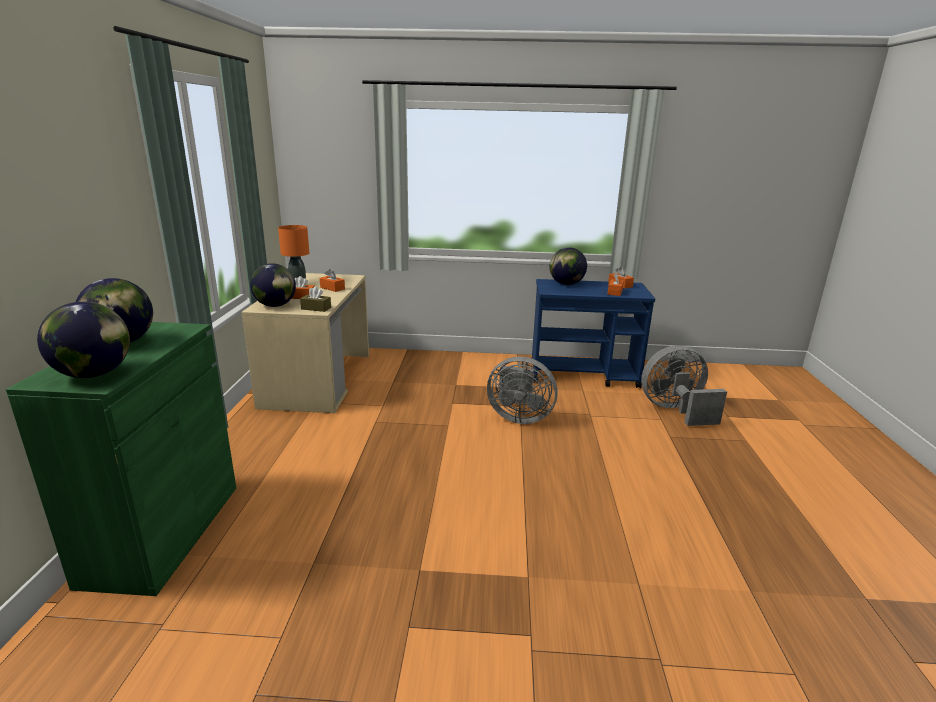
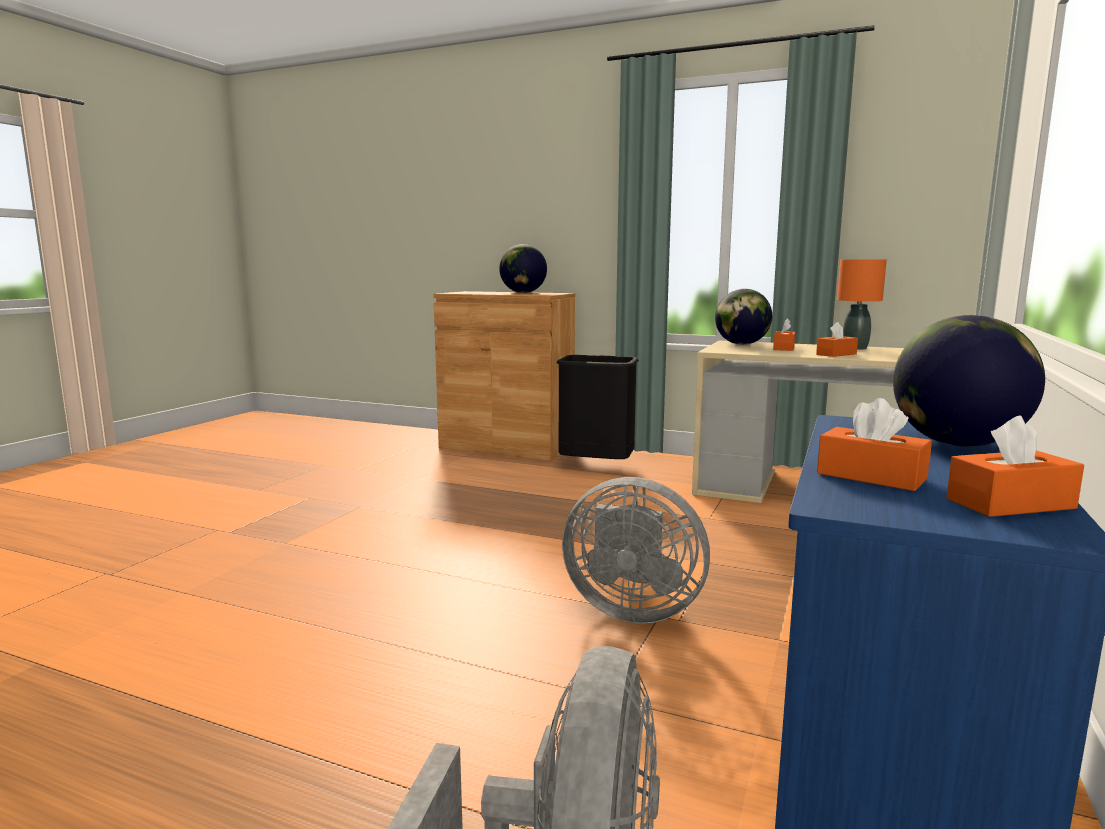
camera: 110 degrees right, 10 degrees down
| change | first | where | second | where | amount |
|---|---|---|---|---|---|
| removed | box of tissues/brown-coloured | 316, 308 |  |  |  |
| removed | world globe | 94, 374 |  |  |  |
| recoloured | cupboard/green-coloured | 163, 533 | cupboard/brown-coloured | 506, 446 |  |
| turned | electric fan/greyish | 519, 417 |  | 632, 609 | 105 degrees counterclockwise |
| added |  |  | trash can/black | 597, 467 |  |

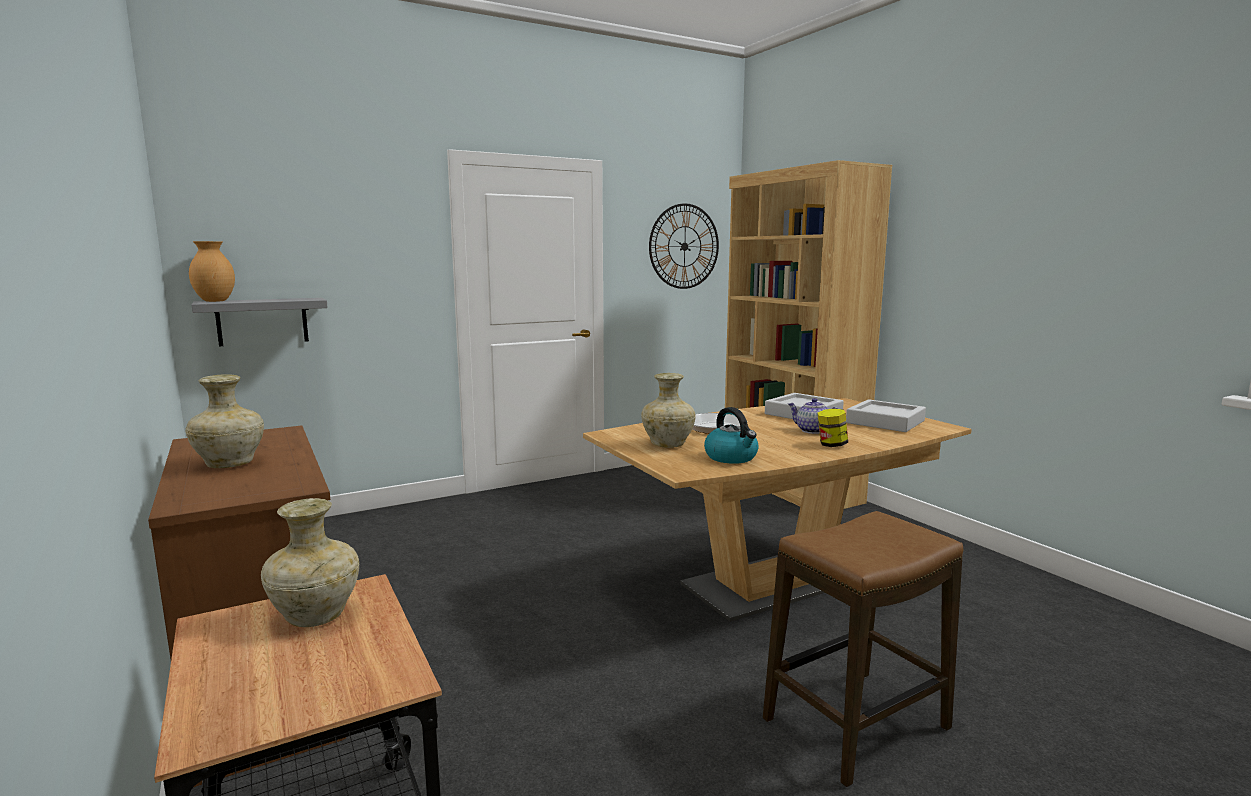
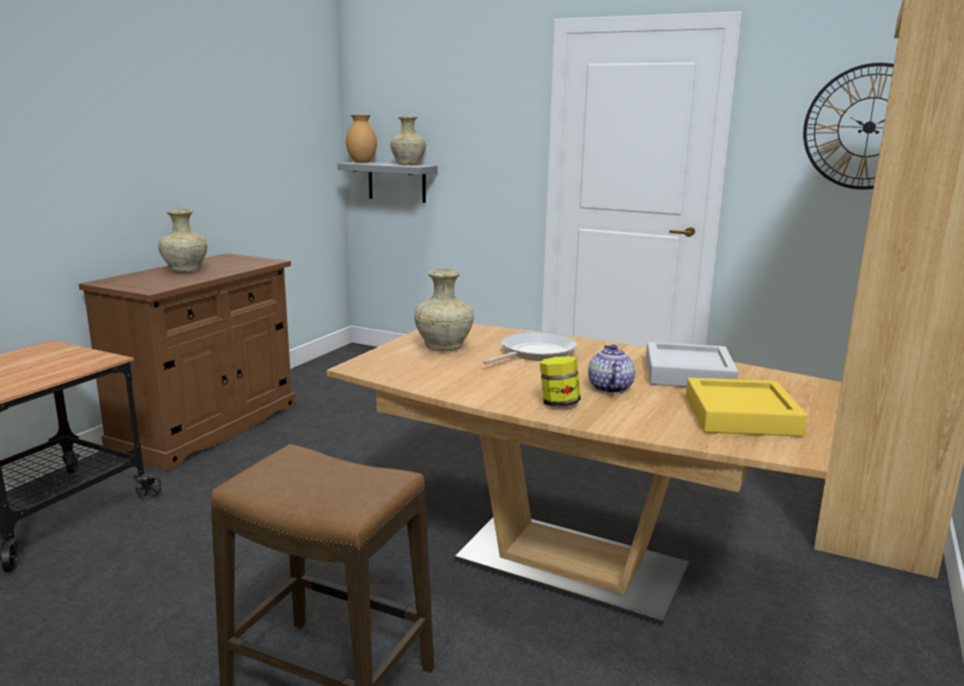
camera: 55 degrees right, 5 degrees up
| change | first | where | second | where | amount |
|---|---|---|---|---|---|
| recoloured | serving tray/greyish | 885, 422 | serving tray/yellow | 741, 416 |  |
| removed | tea kettle | 732, 457 |  |  |  |
| moved | vase/beige | 315, 617 |  | 407, 165 |  |

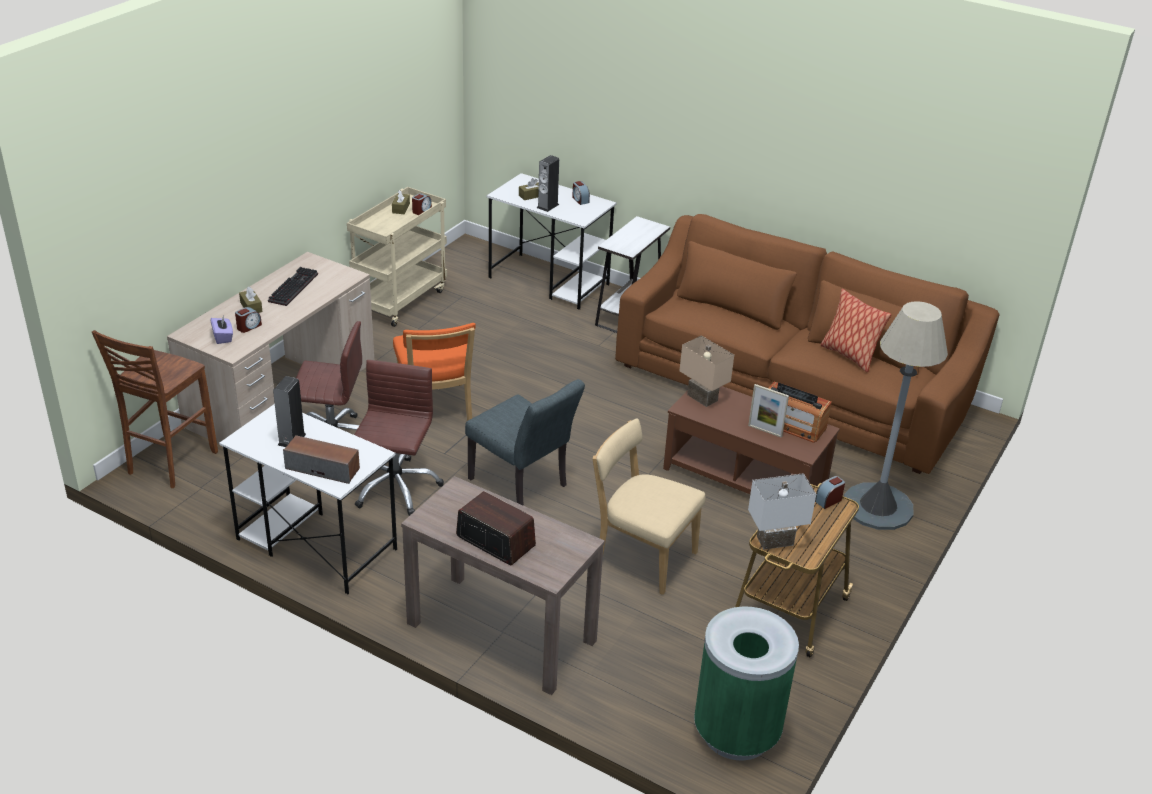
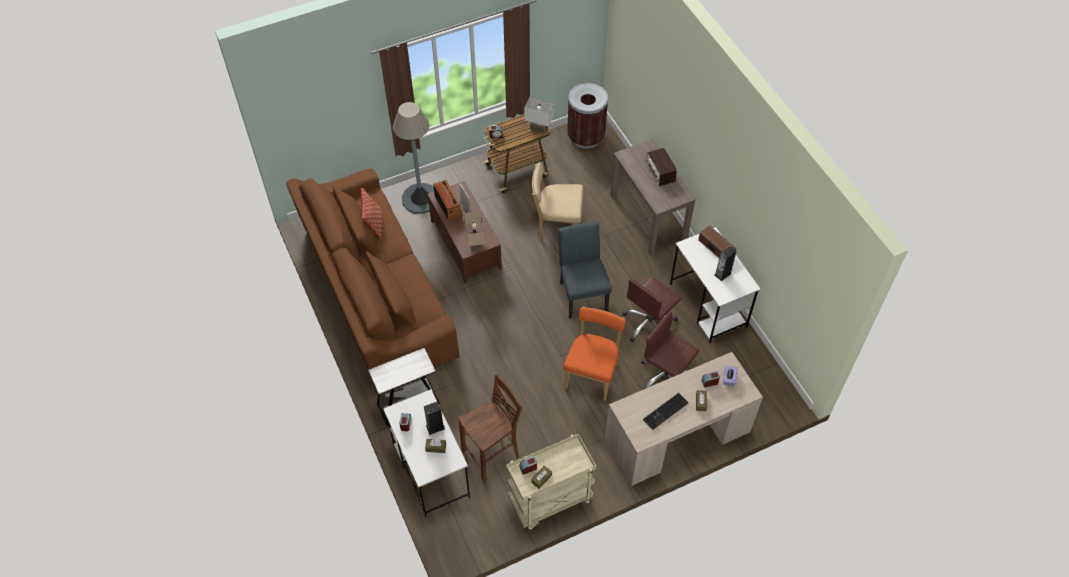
camera: 145 degrees left, 20 degrees up
| change | first | where | second | where | amount |
|---|---|---|---|---|---|
| moved | stool seat/brown-coloured | 169, 463 |  | 492, 455 |  |
| turned | plain chair/beige | 642, 557 |  | 557, 225 | 120 degrees clockwise |
| recoloured | trash can/green-coloured | 736, 732 | trash can/brown-coloured | 586, 137 |  |

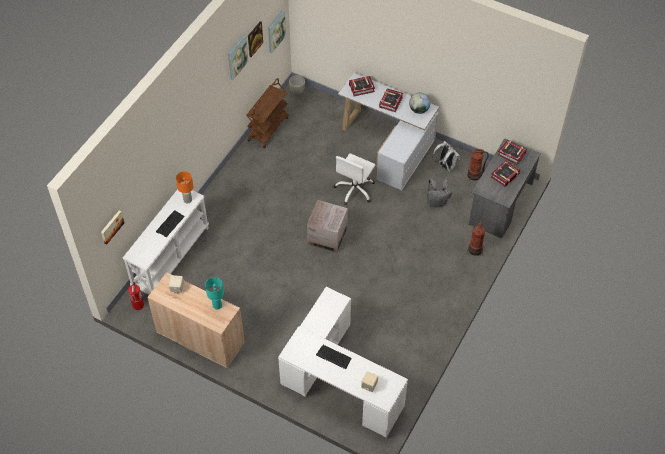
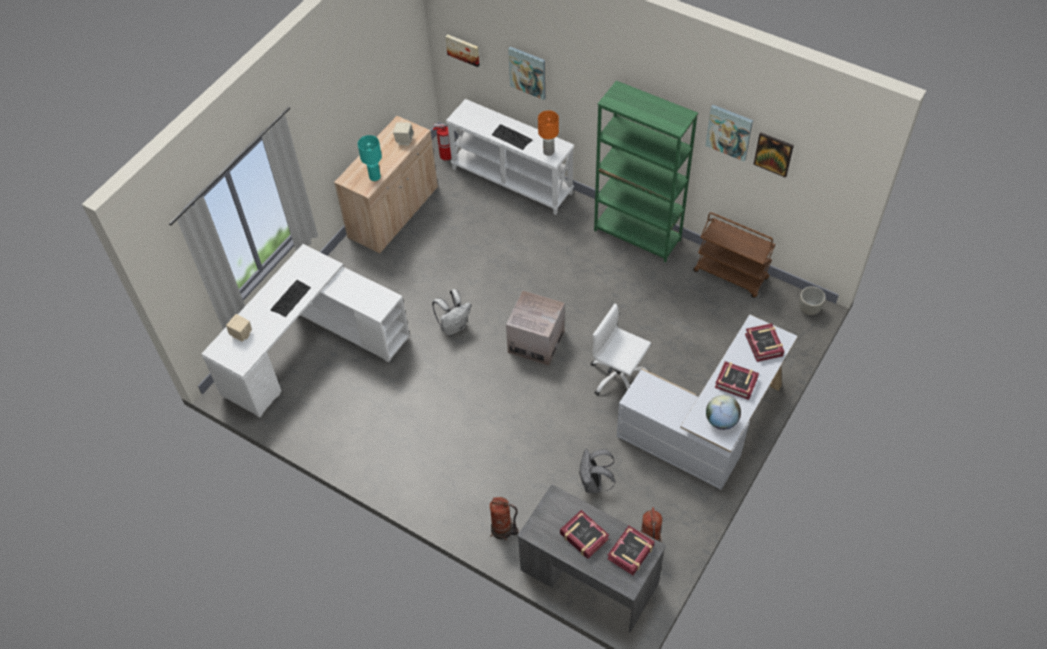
camera: 95 degrees right, 0 degrees up
| change | first | where | second | where | amount |
|---|---|---|---|---|---|
| moved | wall art | 276, 31 |  | 528, 72 |  |
| moved | backpack/whitish | 445, 166 |  | 453, 326 |  |
| added |  |  | shelving unit/green-coloured | 637, 235 |  |

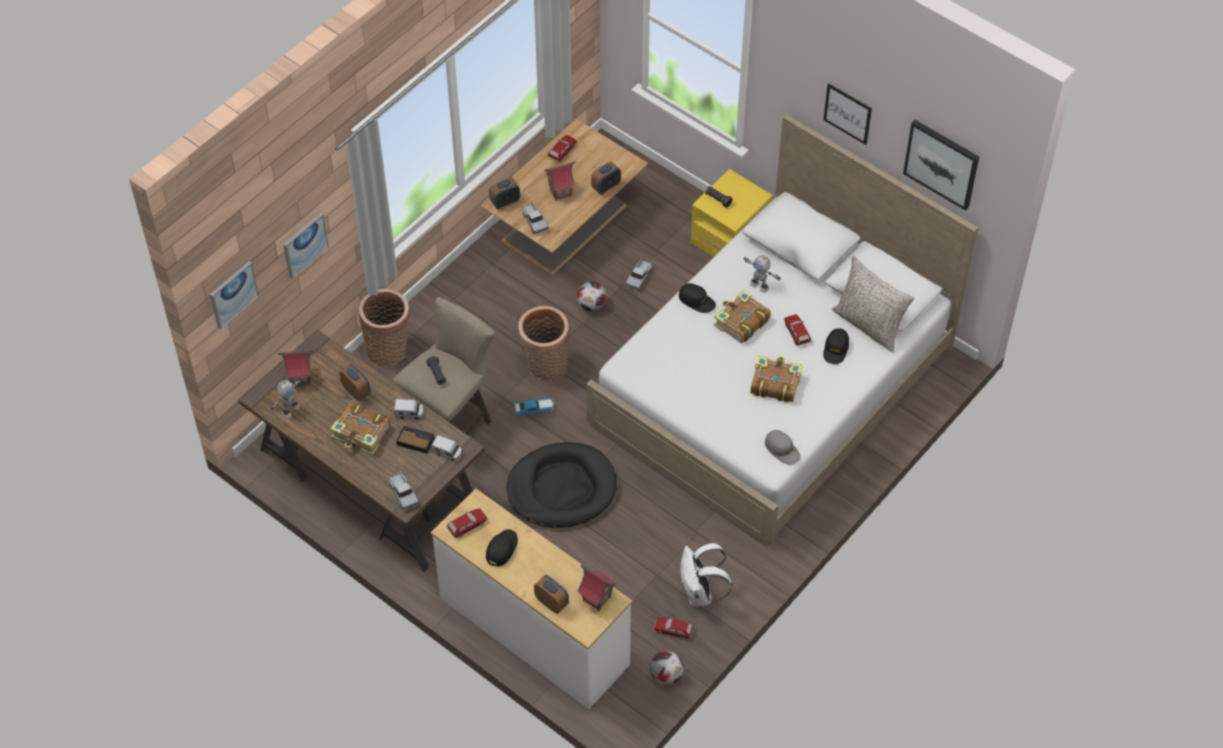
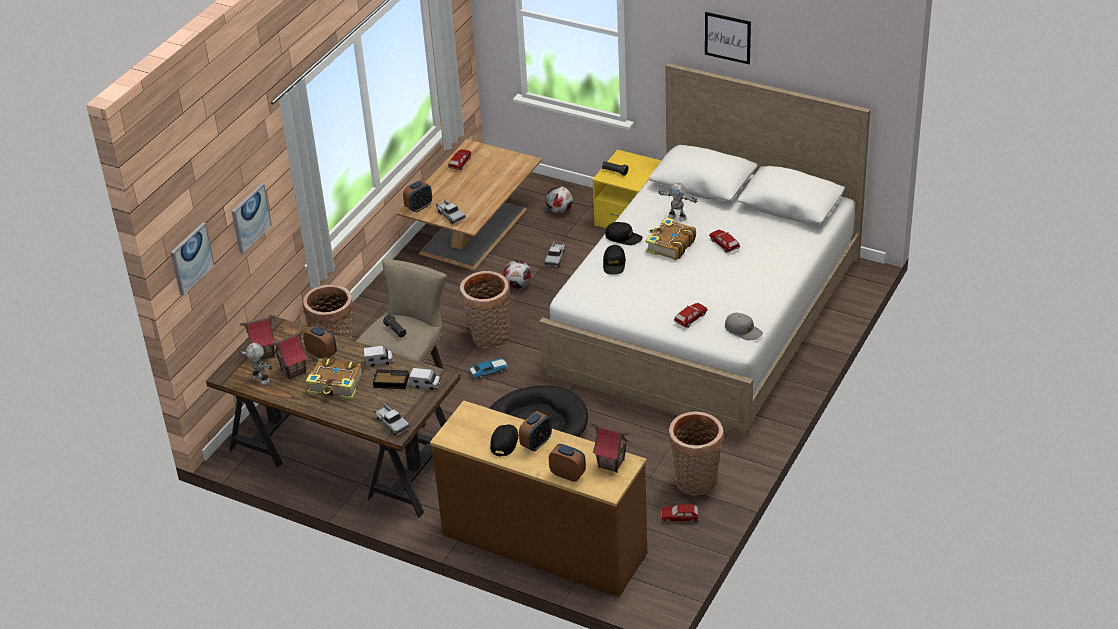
camera: 10 degrees left, 15 degrees down
| change | first | where | second | where | amount |
|---|---|---|---|---|---|
| removed | wall art | 942, 163 |  |  |  |
| moved | miniature house | 560, 192 |  | 294, 371 |  |
| moved | alarm clock | 606, 187 |  | 536, 443 |  |
| removed | cushion/greyish | 869, 324 |  |  |  |
| moved | peaked cap/black | 836, 349 |  | 614, 264 |  |
| removed | book | 774, 383 |  |  |  |
| turned | model robot | 290, 410 |  | 260, 379 | 75 degrees counterclockwise |
| recoloured | drawer chest/whitish | 533, 632 | drawer chest/brown-coloured | 543, 545 |  |
| moved | miniature car | 467, 525 |  | 690, 318 |  |
| replaced | backpack/whitish | 700, 593 | household basket | 696, 483 |  |
| moved | football ball | 666, 675 |  | 559, 210 |  |

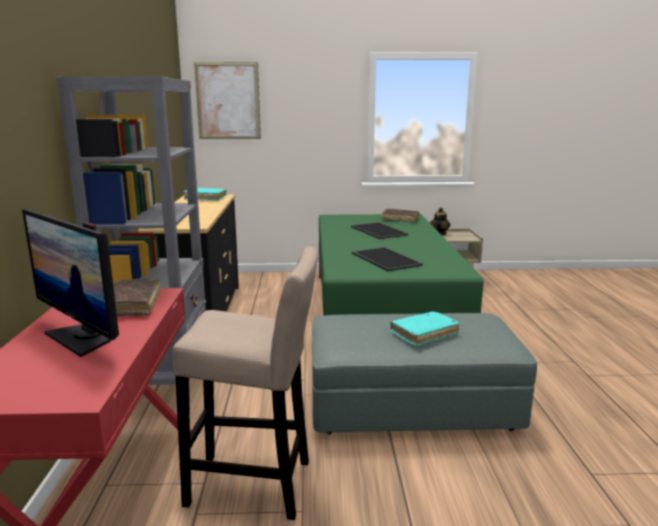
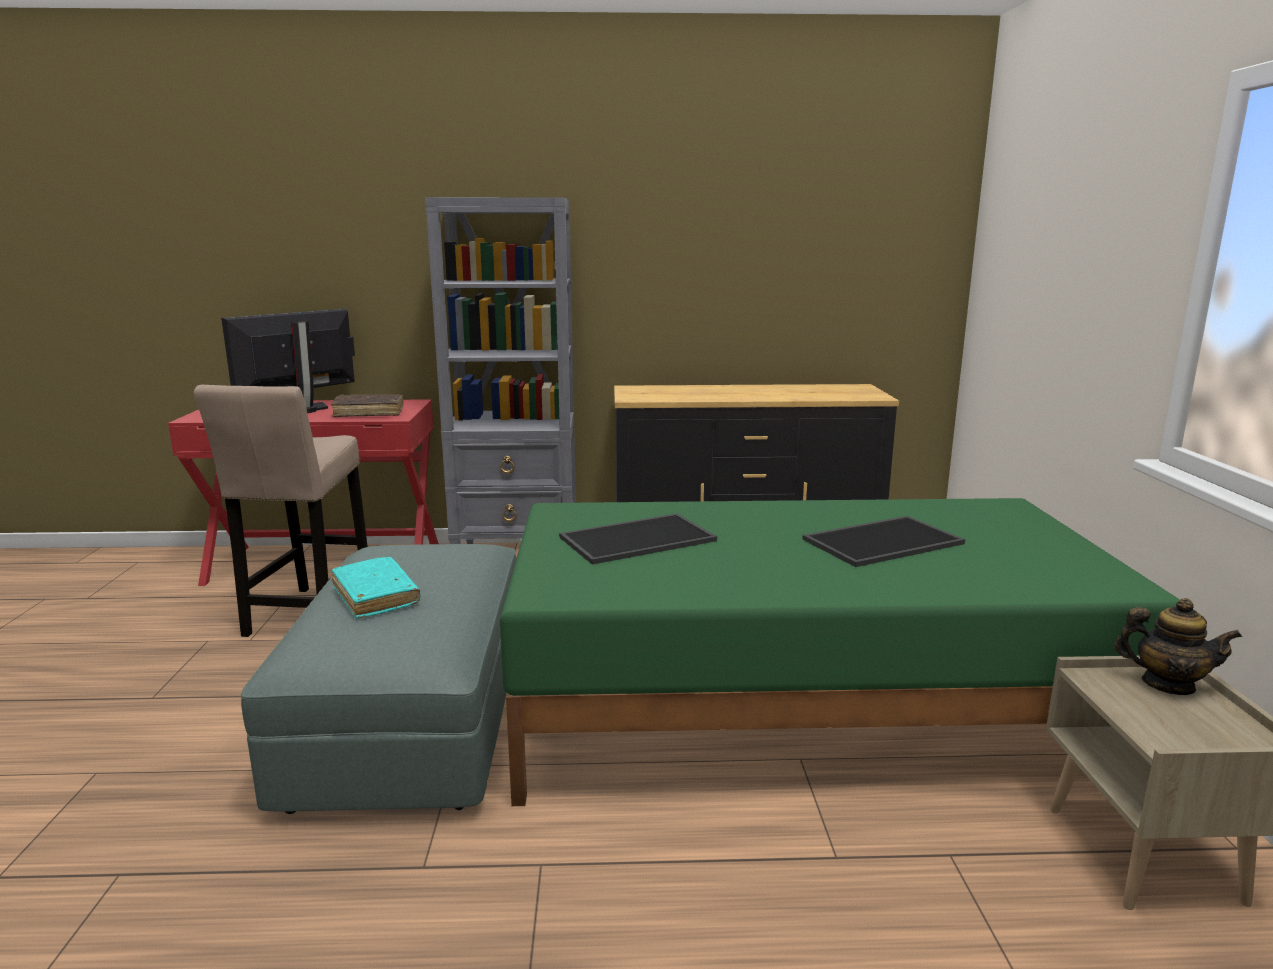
camera: 90 degrees right, 0 degrees up
| change | first | where | second | where | amount |
|---|---|---|---|---|---|
| removed | wall art | 228, 101 |  |  |  |
| removed | book/turquoise-coloured | 205, 198 |  |  |  |
| removed | book/brown-coloured | 400, 219 |  |  |  |

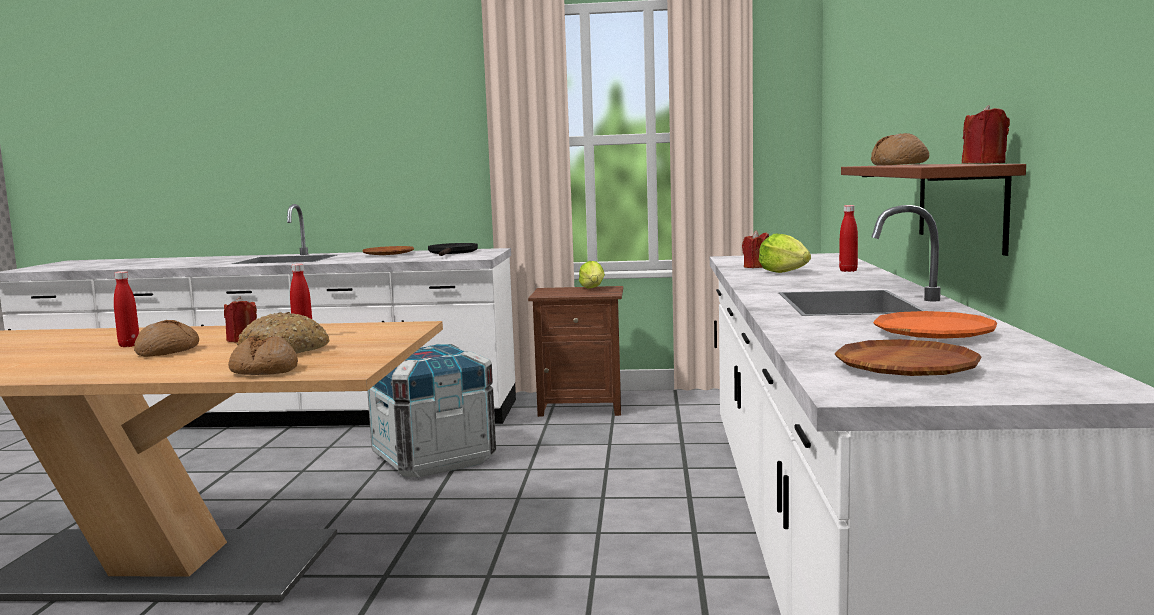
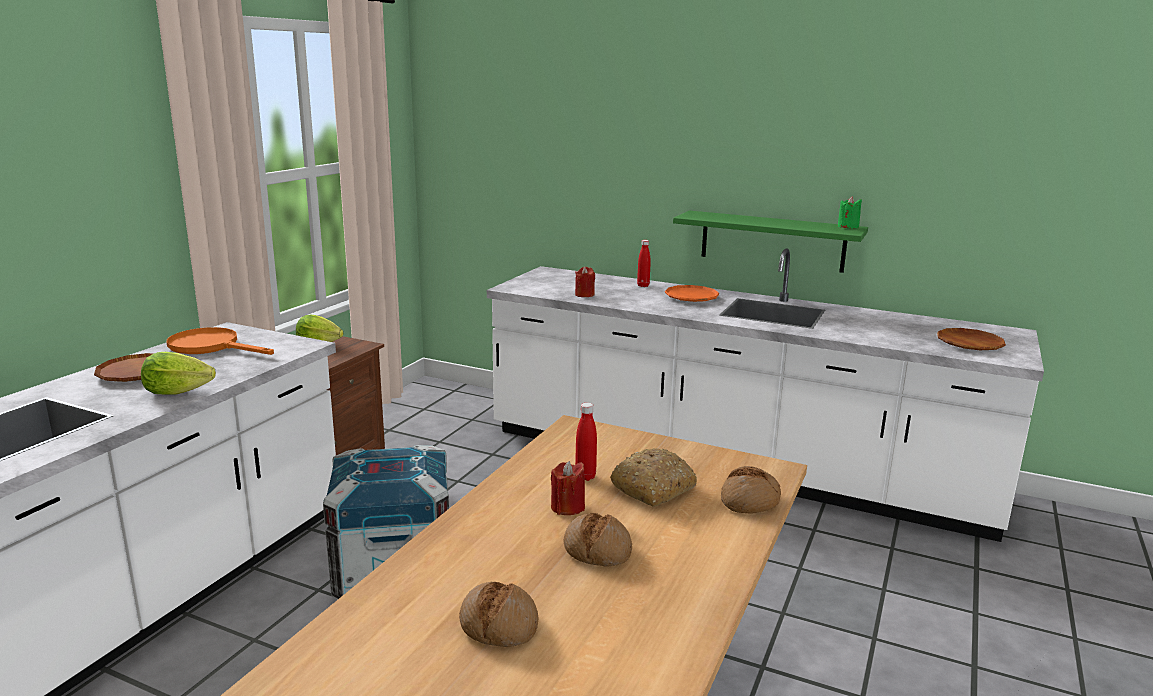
camera: 70 degrees left, 10 degrees up
| change | first | where | second | where | amount |
|---|---|---|---|---|---|
| recoloured | wax light/red-coloured | 984, 164 | wax light/green-coloured | 848, 227 |  |
| moved | bread | 899, 164 |  | 499, 624 |  |
| recoloured | bracket shelf/brown-coloured | 960, 204 | bracket shelf/green-coloured | 772, 241 |  |
| moved | head of lettuce | 784, 273 |  | 177, 392 |  |
| recoloured | skillet/black | 452, 252 | skillet/orange | 211, 346 |  |
| removed | drink bottle/red-coloured | 129, 345 |  |  |  |
| moved | plate/orange | 933, 333 |  | 691, 297 |  |

